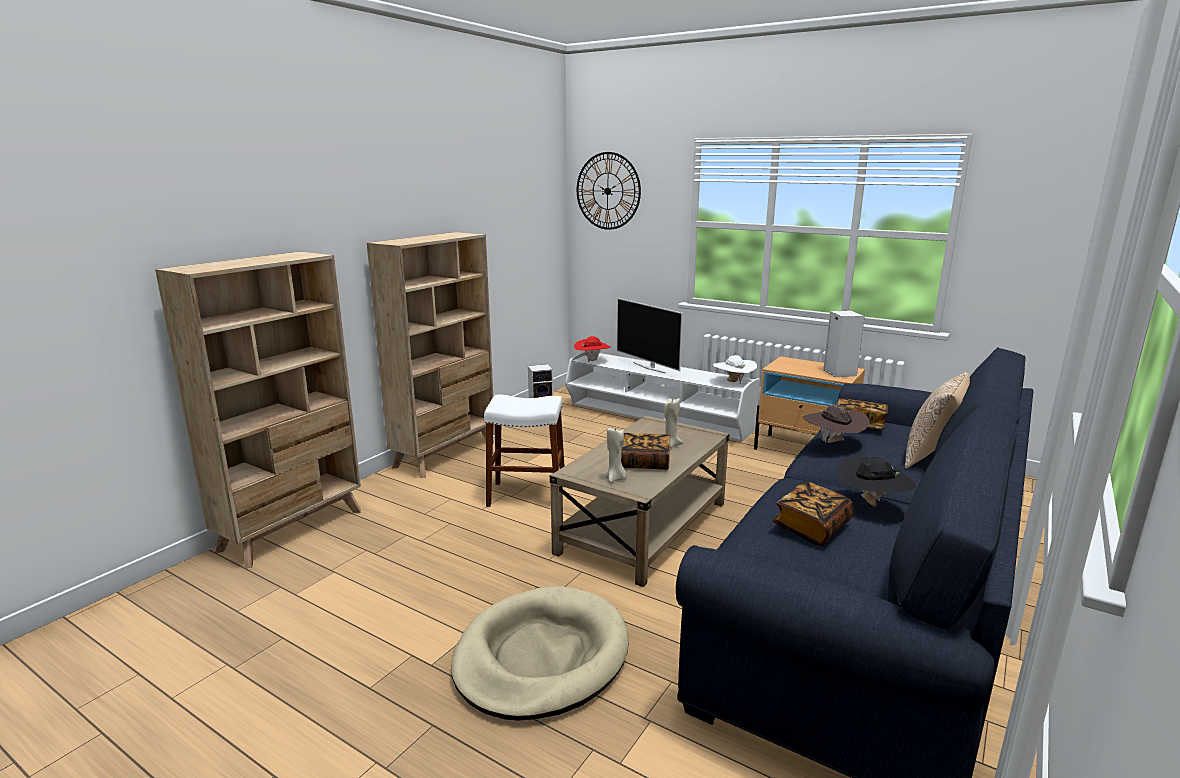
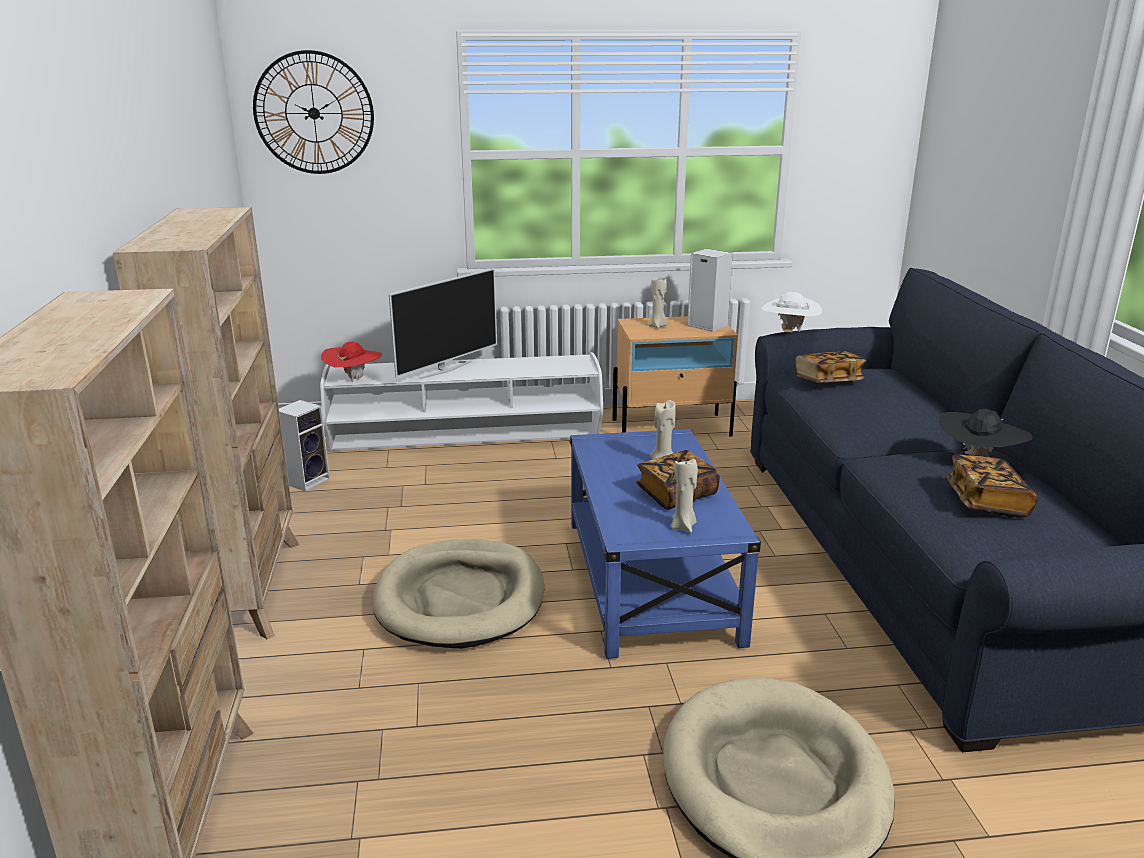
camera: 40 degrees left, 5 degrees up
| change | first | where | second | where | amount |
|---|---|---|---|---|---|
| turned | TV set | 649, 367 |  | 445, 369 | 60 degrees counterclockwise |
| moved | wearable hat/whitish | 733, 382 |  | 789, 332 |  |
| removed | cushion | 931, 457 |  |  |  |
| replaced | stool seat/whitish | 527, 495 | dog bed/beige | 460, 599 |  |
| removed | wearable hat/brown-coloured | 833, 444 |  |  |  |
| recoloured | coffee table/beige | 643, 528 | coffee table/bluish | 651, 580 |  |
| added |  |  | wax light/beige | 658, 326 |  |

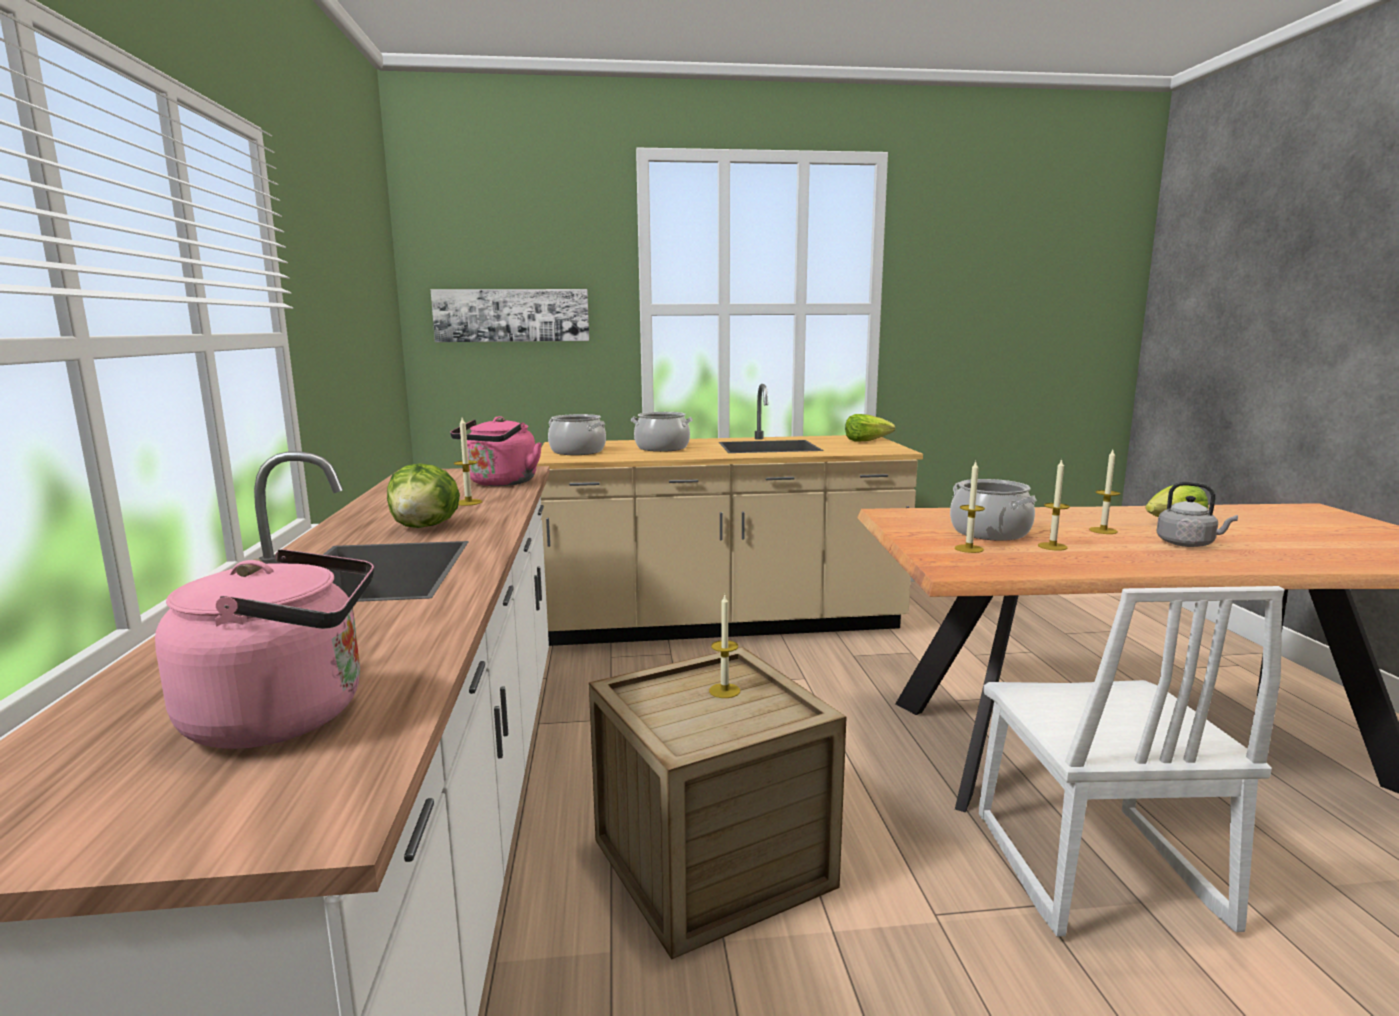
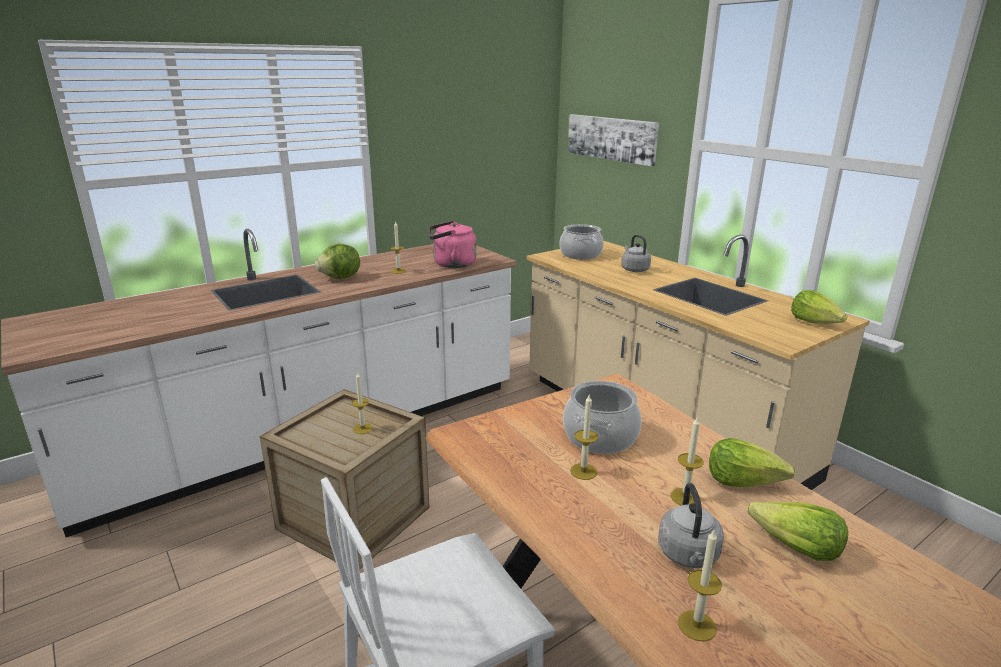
camera: 60 degrees right, 10 degrees up
| change | first | where | second | where | amount |
|---|---|---|---|---|---|
| replaced | cooking pot | 662, 448 | tea kettle/greyish | 634, 269 |  |
| moved | wax light | 969, 549 |  | 697, 625 |  |
| removed | tea kettle/pink | 288, 715 |  |  |  |
| added |  |  | head of lettuce | 743, 481 |  |

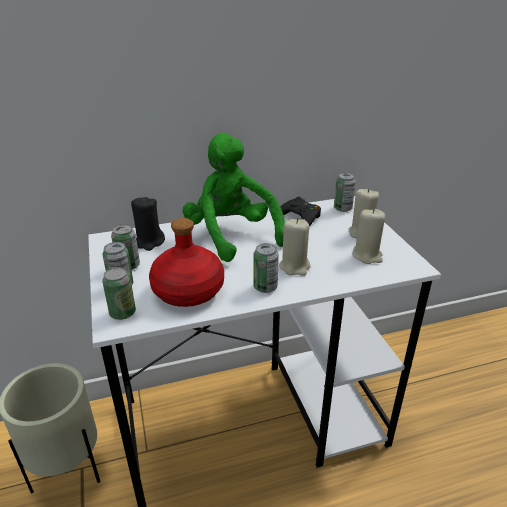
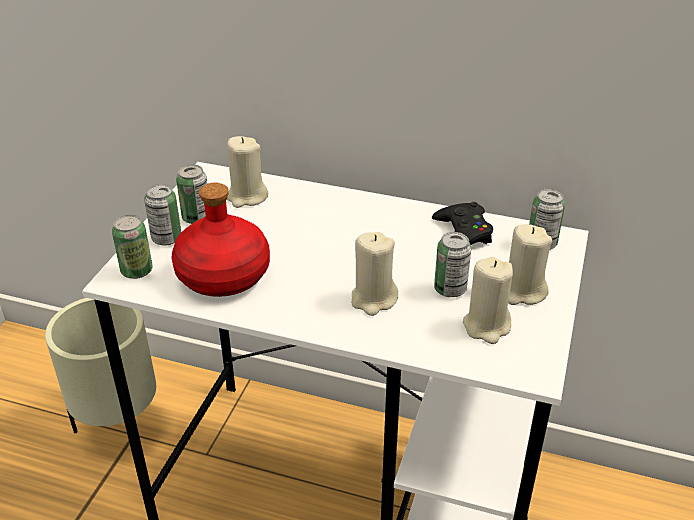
camera: 35 degrees right, 5 degrees up
| change | first | where | second | where | amount |
|---|---|---|---|---|---|
| removed | plush toy/green-coloured | 232, 235 |  |  |  |
| recoloured | wax light/black | 149, 242 | wax light/beige | 247, 197 |  |
| moved | metal can | 265, 287 |  | 450, 289 |  |

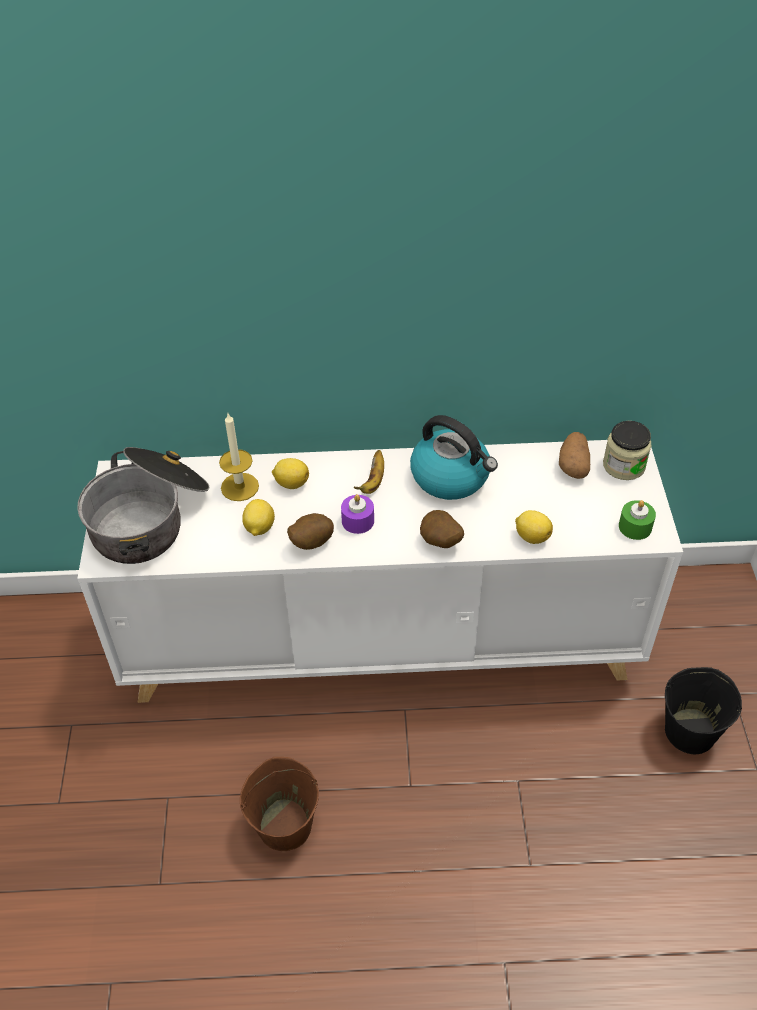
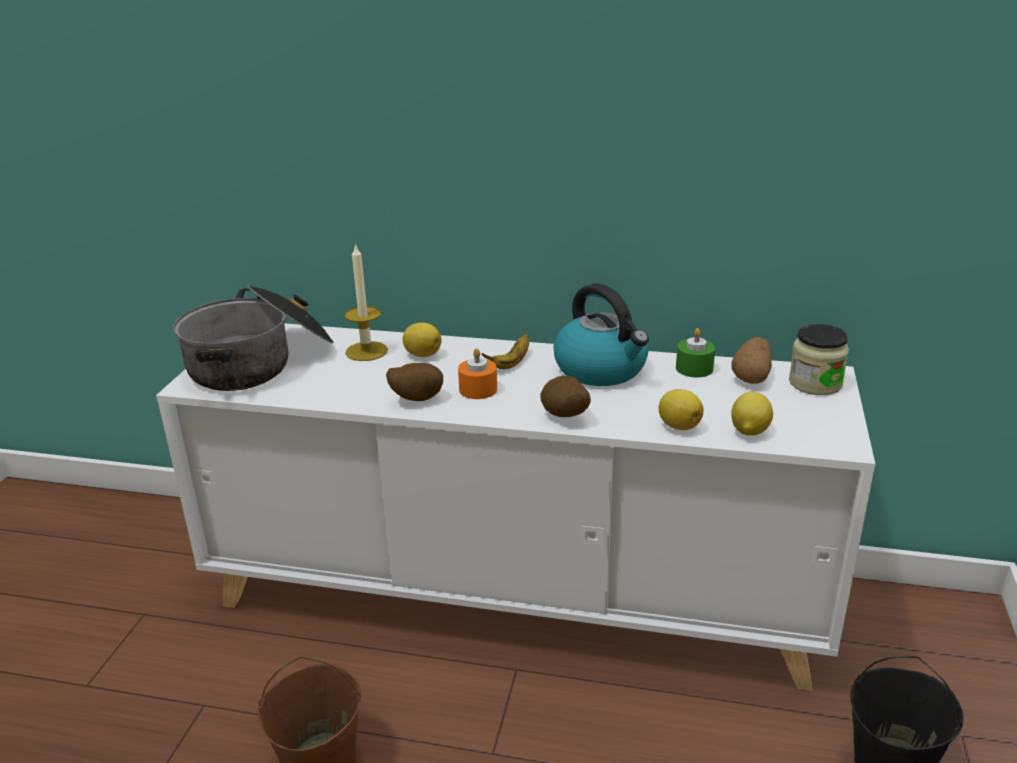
camera: 15 degrees right, 20 degrees down
| change | first | where | second | where | amount |
|---|---|---|---|---|---|
| recoloured | wax light/purple | 358, 521 | wax light/orange | 478, 389 |  |
| moved | whole lemon | 259, 528 |  | 749, 431 |  |
| moved | wax light/green-coloured | 635, 527 |  | 694, 368 |  |

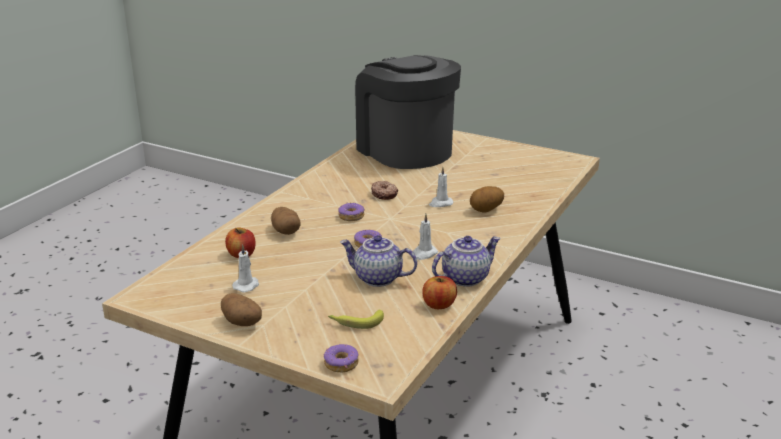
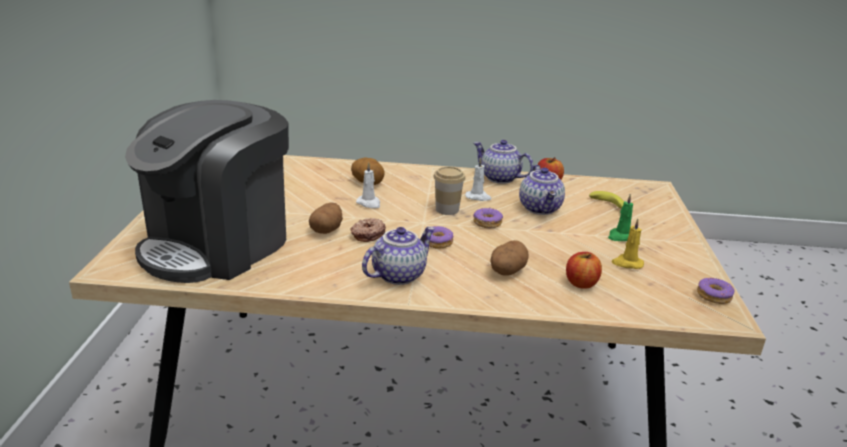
camera: 115 degrees left, 0 degrees up
| change | first | where | second | where | amount |
|---|---|---|---|---|---|
| recoloured | wax light/whitish | 247, 285 | wax light/yellow | 627, 263 |  |
| moved | potato | 243, 323 |  | 326, 230 |  |
| moved | doughnut | 341, 364 |  | 714, 296 |  |
| added |  |  | small cup | 447, 209 |  |
| added |  |  | wax light/green-coloured | 620, 236 |  |
| added |  |  | tea pot | 398, 274 |  |

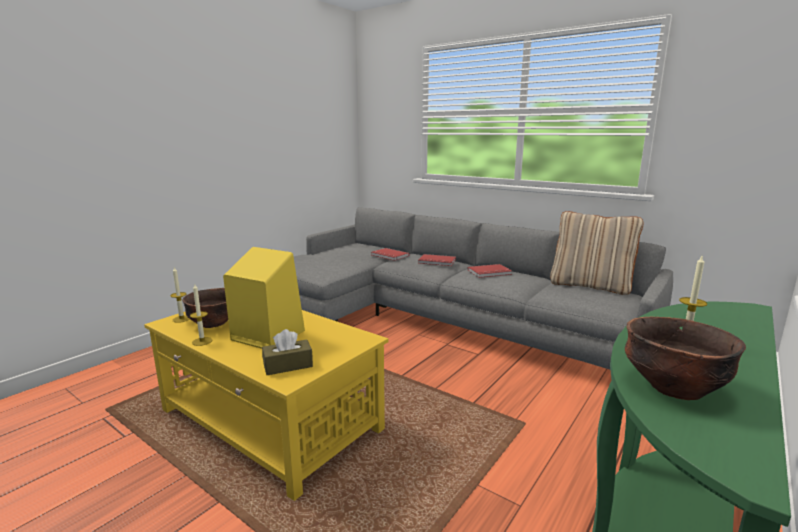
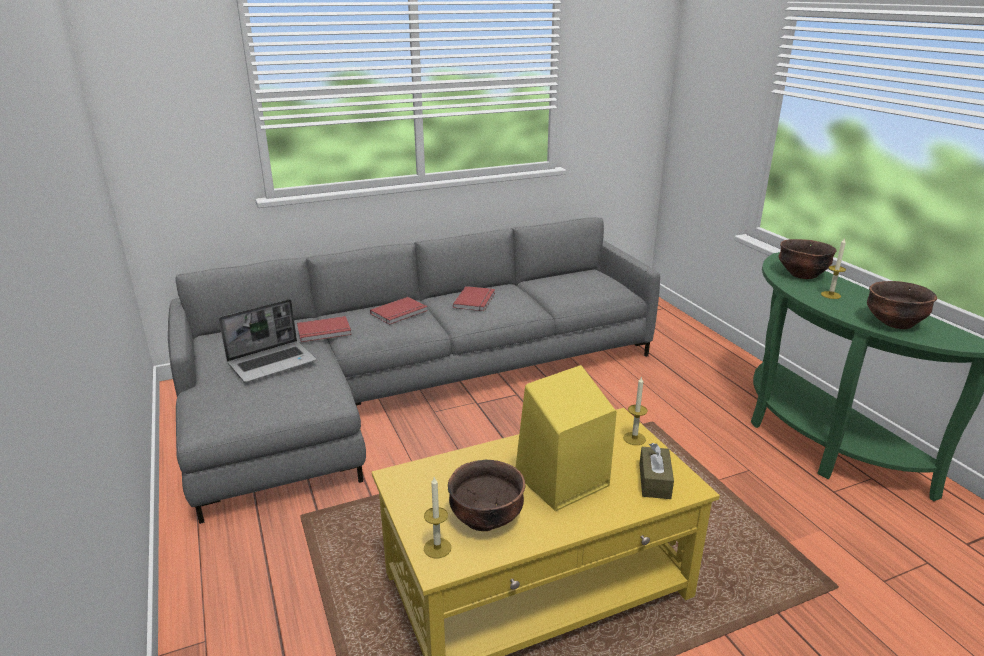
camera: 60 degrees left, 10 degrees up
| change | first | where | second | where | amount |
|---|---|---|---|---|---|
| removed | cushion/beige | 590, 286 |  |  |  |
| moved | wax light | 202, 341 |  | 634, 438 |  |
| added |  |  | deep dish/brown-coloured | 801, 275 |  |
| added |  |  | portable computer | 273, 362 |  |

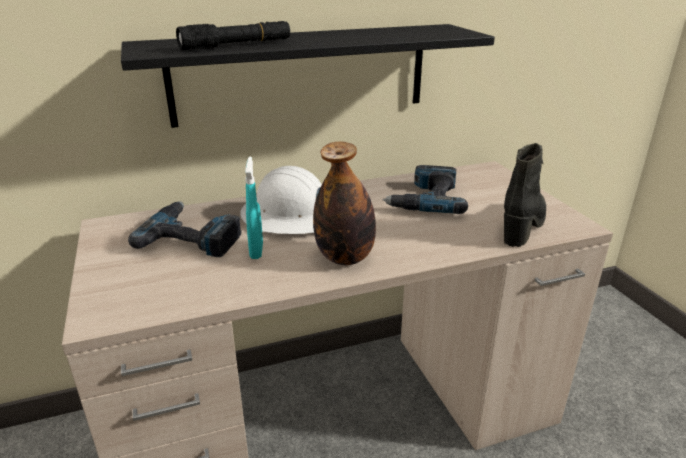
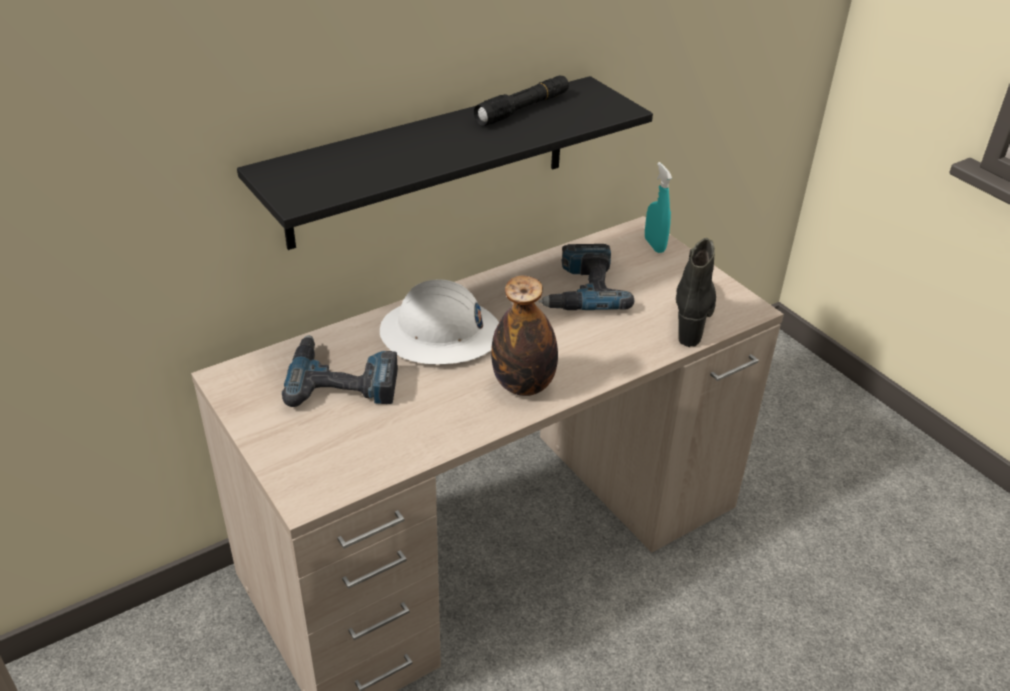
camera: 15 degrees left, 10 degrees up
| change | first | where | second | where | amount |
|---|---|---|---|---|---|
| moved | torch/black | 237, 45 |  | 523, 109 |  |
| moved | spray bottle/turquoise-coloured | 256, 251 |  | 654, 245 |  |

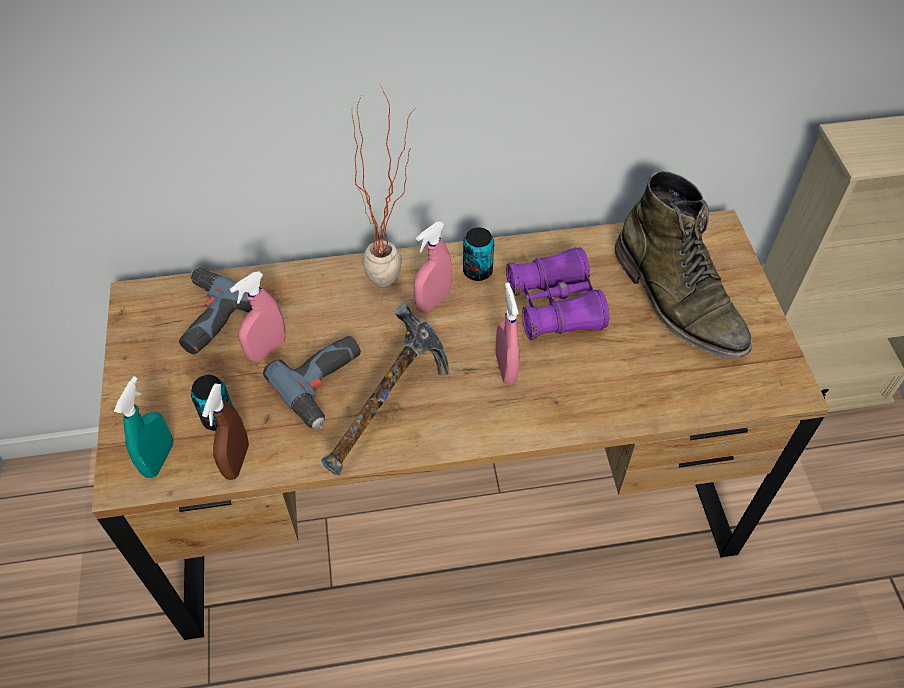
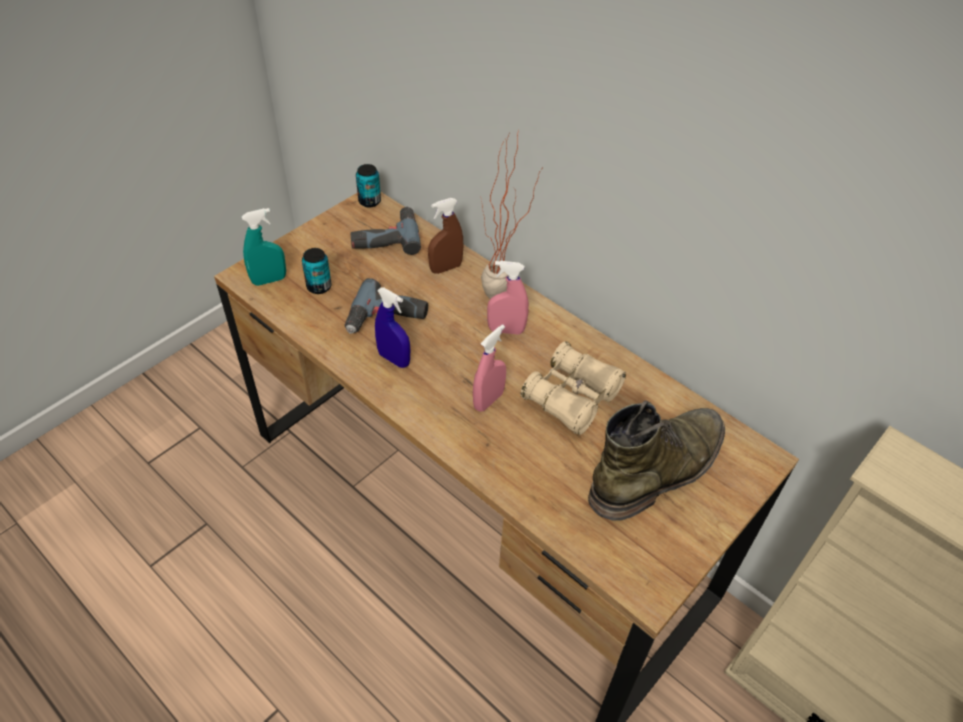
camera: 50 degrees right, 5 degrees down
| change | first | where | second | where | amount |
|---|---|---|---|---|---|
| turned | high-top boot/green-coloured | 677, 300 |  | 658, 469 | 150 degrees counterclockwise |
| moved | metal can | 477, 271 |  | 369, 201 |  |
| recoloured | binoculars/purple | 555, 306 | binoculars/beige | 571, 397 |  |
| removed | spray bottle/pink | 267, 350 |  |  |  |
| replaced | hand hammer | 386, 412 | spray bottle/bluish | 394, 359 |  |
| moved | spray bottle/brown-coloured | 236, 461 |  | 445, 268 |  |

